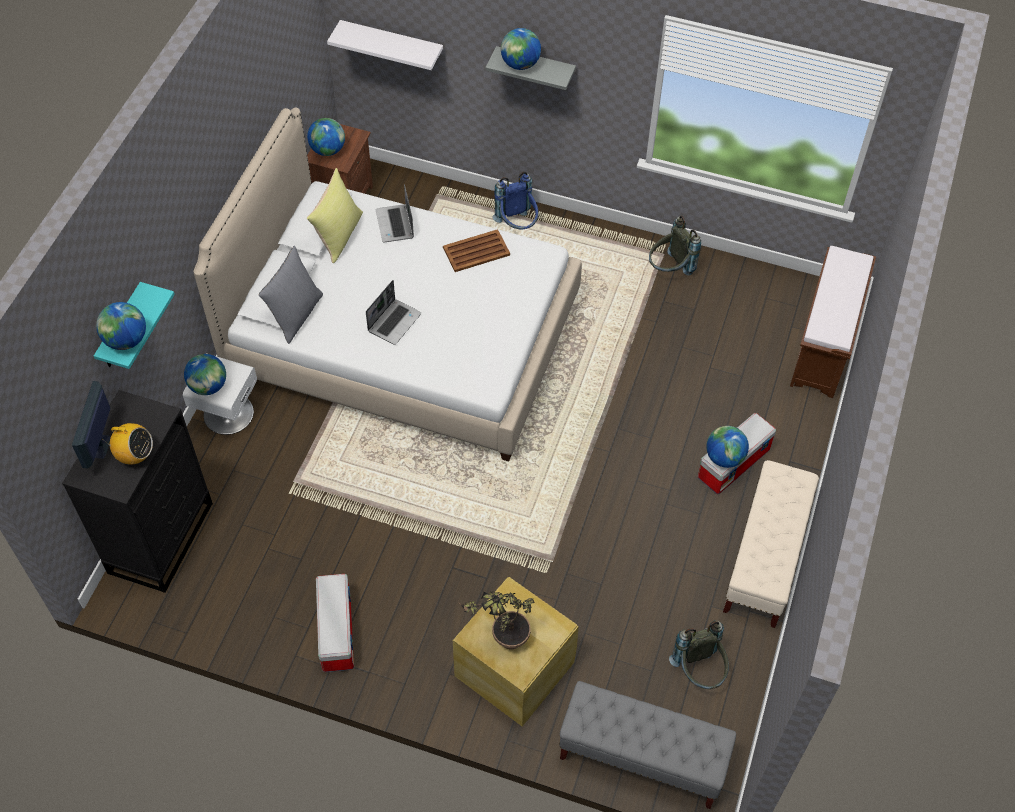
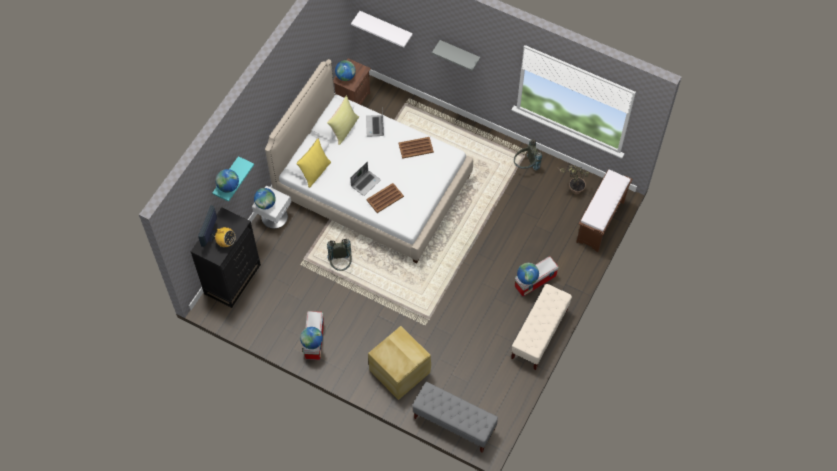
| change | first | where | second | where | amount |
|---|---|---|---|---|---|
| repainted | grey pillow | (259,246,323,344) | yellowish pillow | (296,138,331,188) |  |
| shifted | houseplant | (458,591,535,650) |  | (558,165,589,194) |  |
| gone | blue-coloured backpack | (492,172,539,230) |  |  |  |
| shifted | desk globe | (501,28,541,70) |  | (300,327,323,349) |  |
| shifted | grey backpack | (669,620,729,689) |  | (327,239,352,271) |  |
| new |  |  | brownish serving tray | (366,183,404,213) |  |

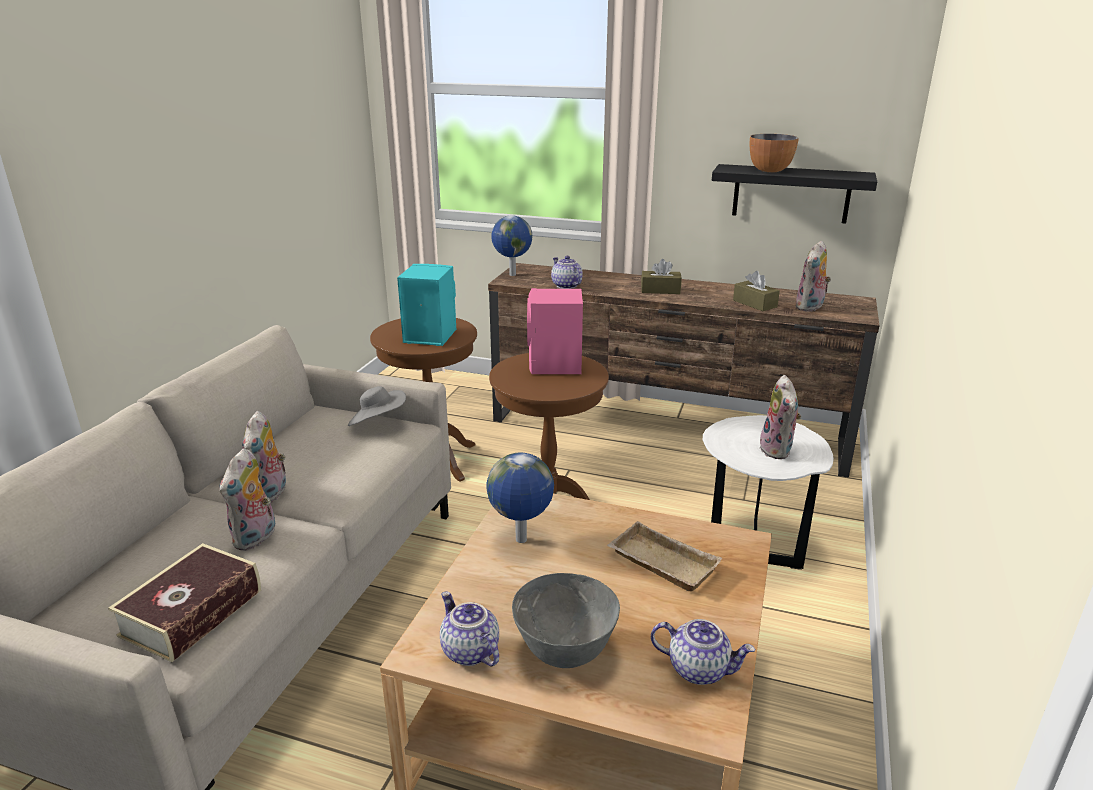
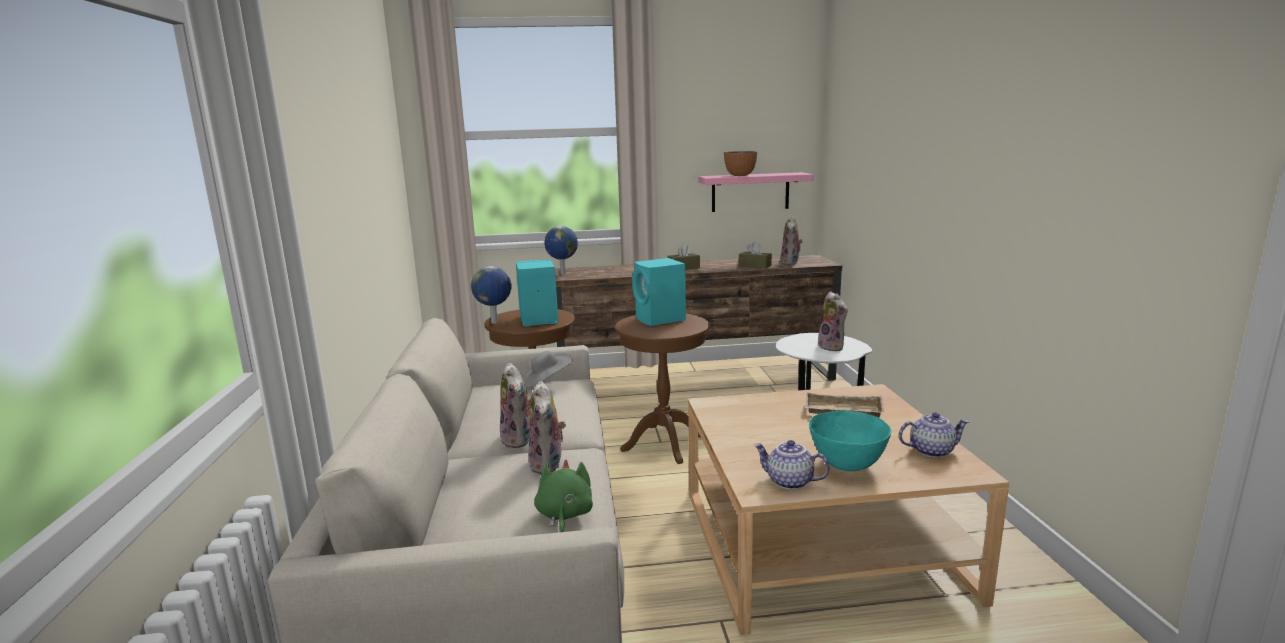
| change | first | where | second | where | amount |
|---|---|---|---|---|---|
| swapped | volume | (108,543,261,662) | green-coloured soft toy | (534,460,593,532) |  |
| shifted | desk globe | (486,452,554,543) |  | (471,266,511,324) |  |
| repainted | grey bowl | (512,573,620,668) | turquoise-coloured bowl | (809,411,891,471) |  |
| repainted | pink-coloured audio speaker | (527,288,583,374) | turquoise-coloured audio speaker | (632,258,686,326) |  |
| gone | teapot | (551,256,583,289) |  |  |  |
| repainted | blackish bracket shelf | (712,164,877,224) | pink-coloured bracket shelf | (699,172,814,212) |  |

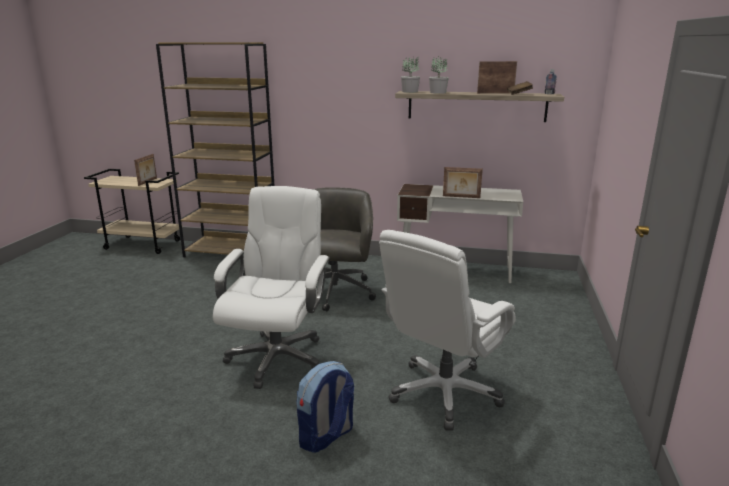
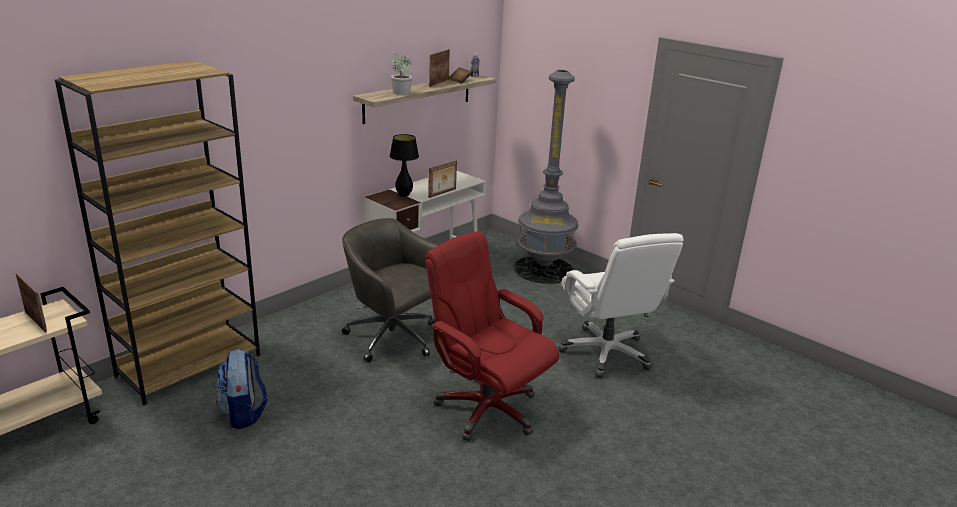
| change | first | where | second | where | amount |
|---|---|---|---|---|---|
| repainted | white-coloured office chair | (213,186,330,389) | reddish office chair | (426,231,559,441) |  |
| shifted | backpack | (296,361,354,453) |  | (216,349,268,429) |  |
| gone | houseplant | (401,57,420,93) |  |  |  |
| new |  |  | blackish table lamp | (390,134,419,197) |  |
| new |  |  | grey floor lamp | (514,70,579,284) |  |

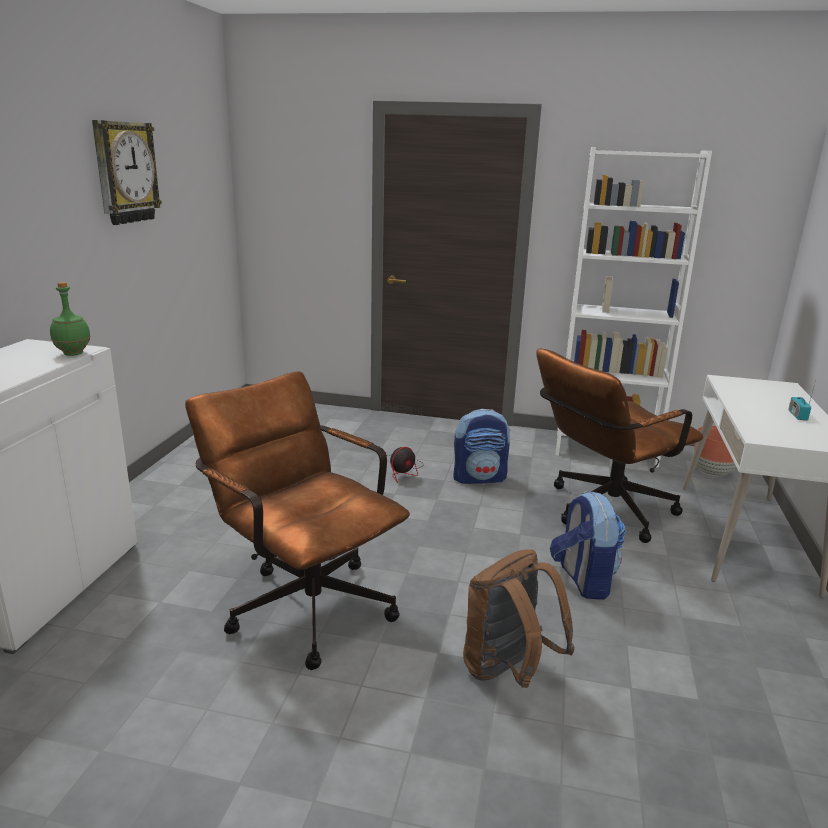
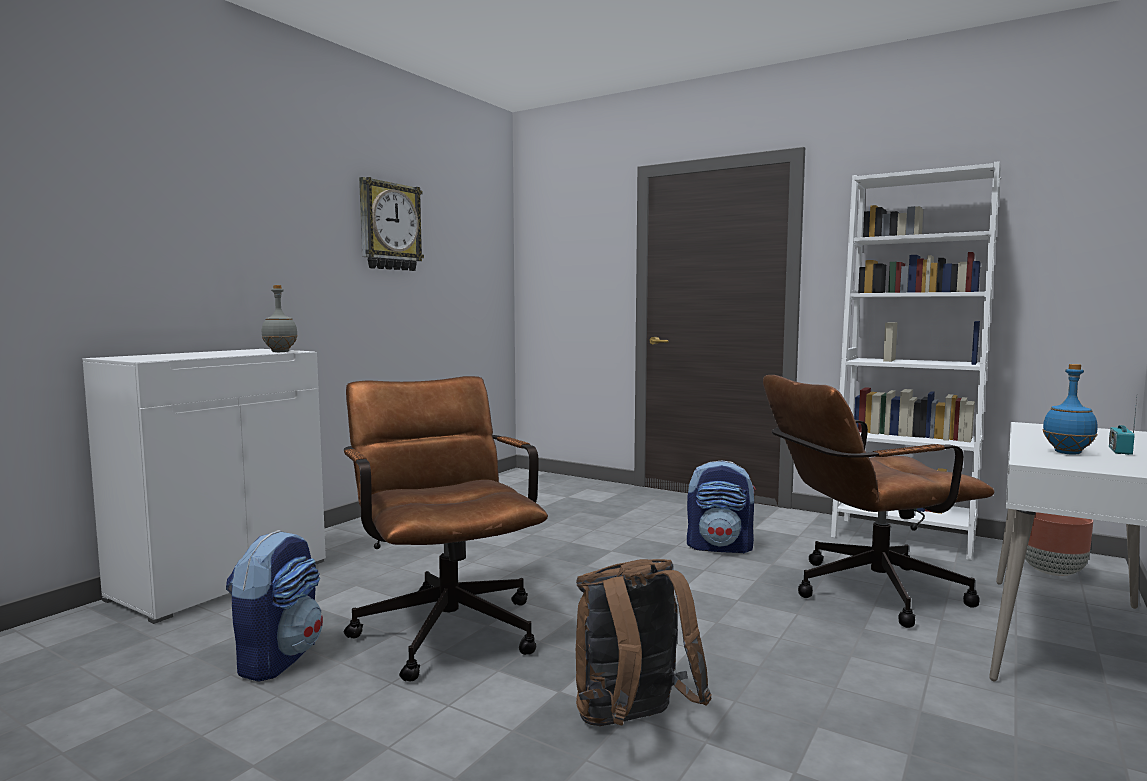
| change | first | where | second | where | amount |
|---|---|---|---|---|---|
| repainted | green-coloured bottle | (50,282,91,356) | grey bottle | (261,285,298,352) |  |
| gone | cooling fan | (387,447,424,483) |  |  |  |
| shifted | backpack | (550,491,626,600) |  | (226,530,323,682) |  |
| new |  |  | blue-coloured bottle | (1042,364,1098,454) |  |

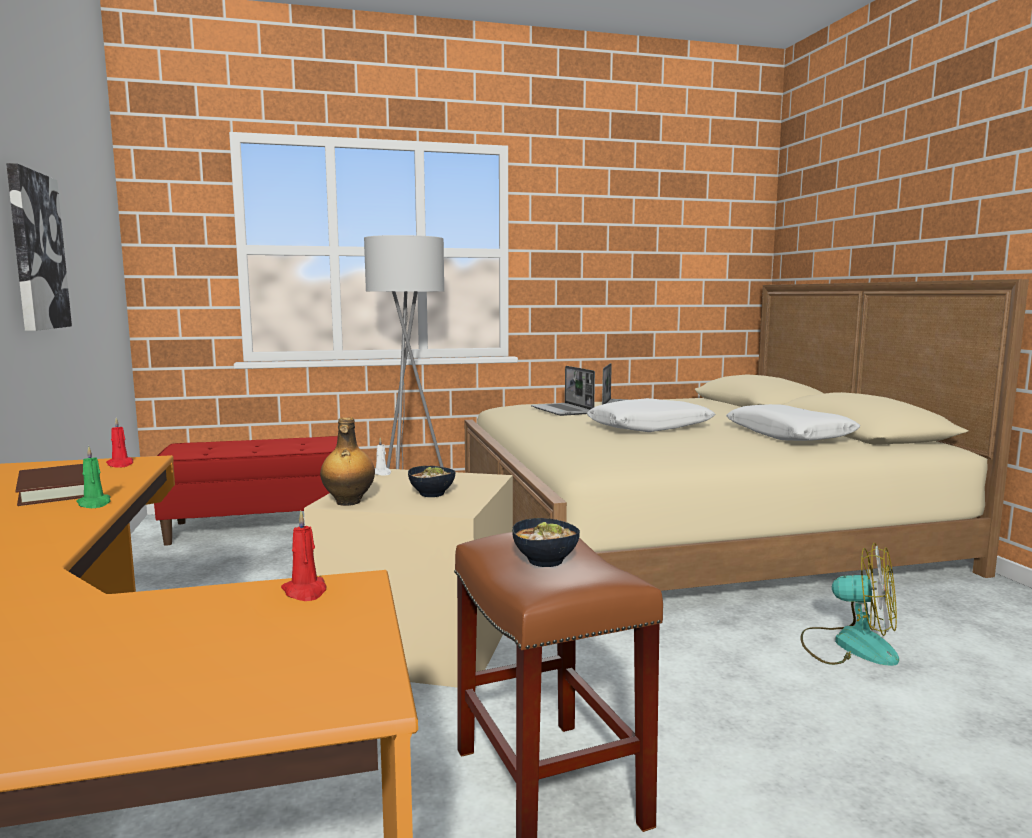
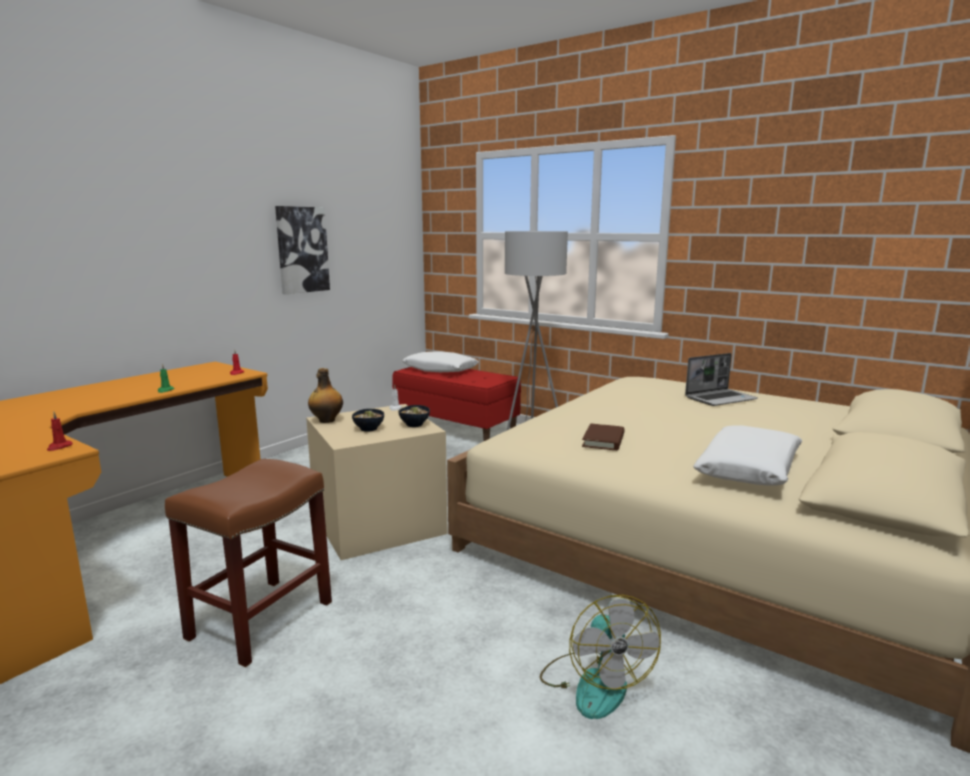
| change | first | where | second | where | amount |
|---|---|---|---|---|---|
| shifted | brownish volume | (16,464,84,506) |  | (582,423,625,450) |  |
| shifted | bowl | (512,518,580,567) |  | (398,405,430,427) |  |
| gone | notebook computer | (531,366,595,416) |  |  |  |
| shifted | white-coloured pillow | (586,398,715,432) |  | (402,351,479,372) |  |

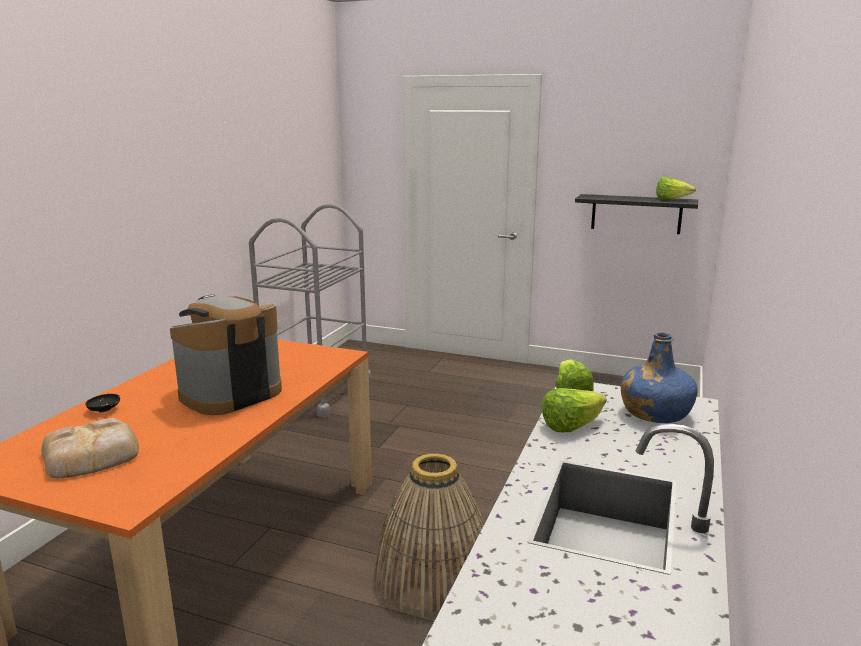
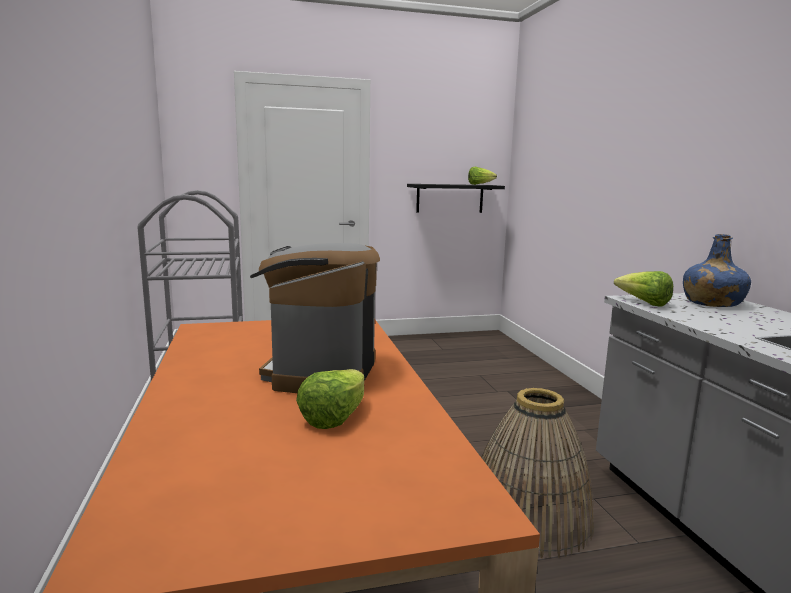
| change | first | where | second | where | amount |
|---|---|---|---|---|---|
| gone | baked bread | (41,418,139,478) |  |  |  |
| gone | blackish bowl | (85,394,120,412) |  |  |  |
| shifted | lettuce | (542,388,607,432) |  | (296,369,364,429) |  |

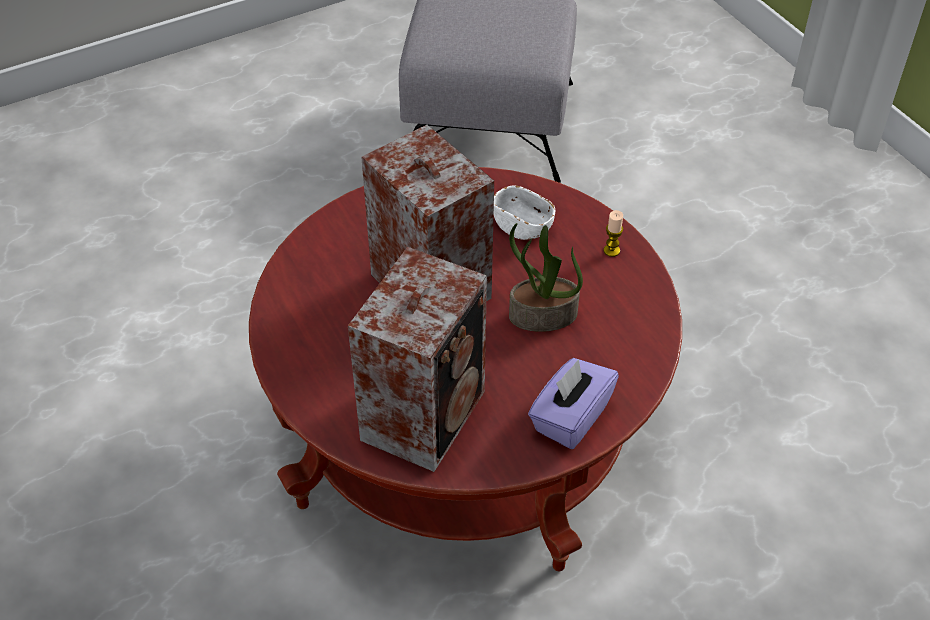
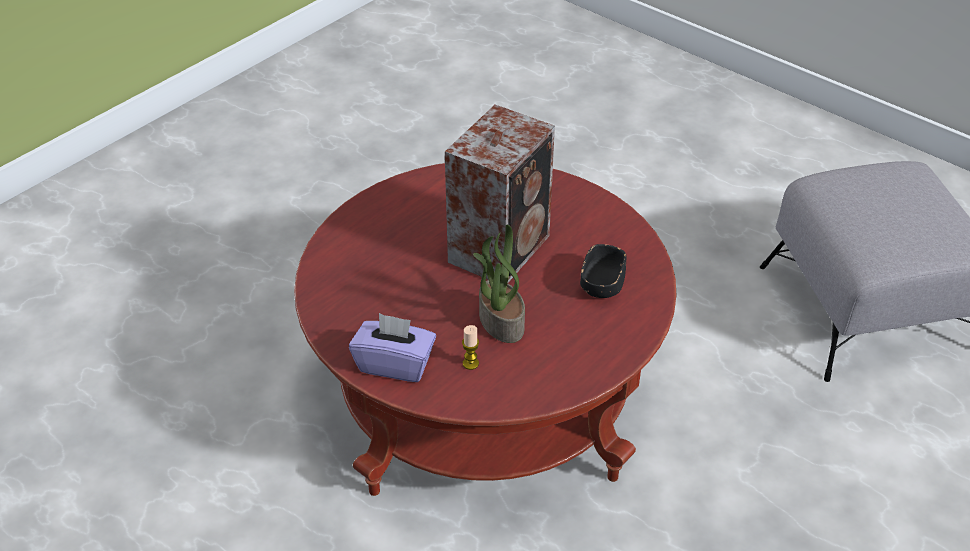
| change | first | where | second | where | amount |
|---|---|---|---|---|---|
| gone | audio speaker | (348,247,487,472) |  |  |  |
| repainted | white-coloured bowl | (494,185,555,240) | blackish bowl | (580,244,627,298) |  |
| shifted | wax light | (604,210,623,257) |  | (462,325,479,370) |  |

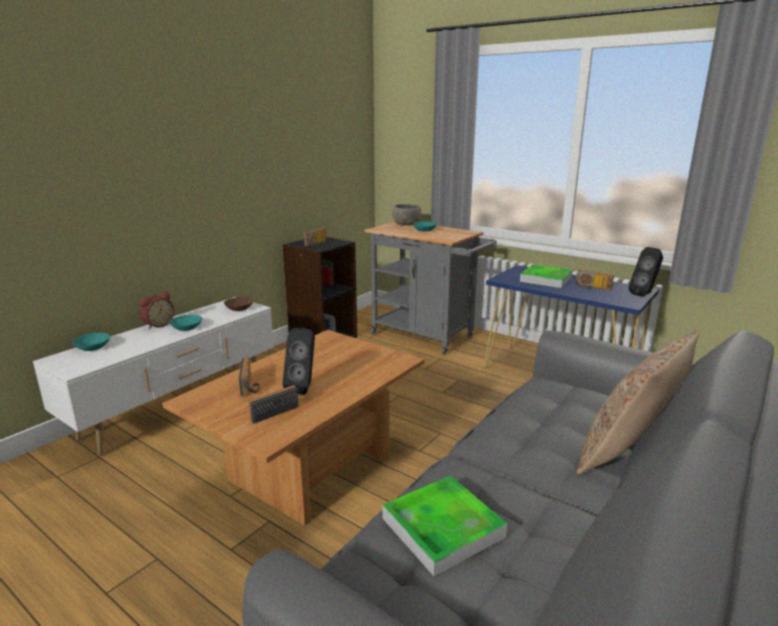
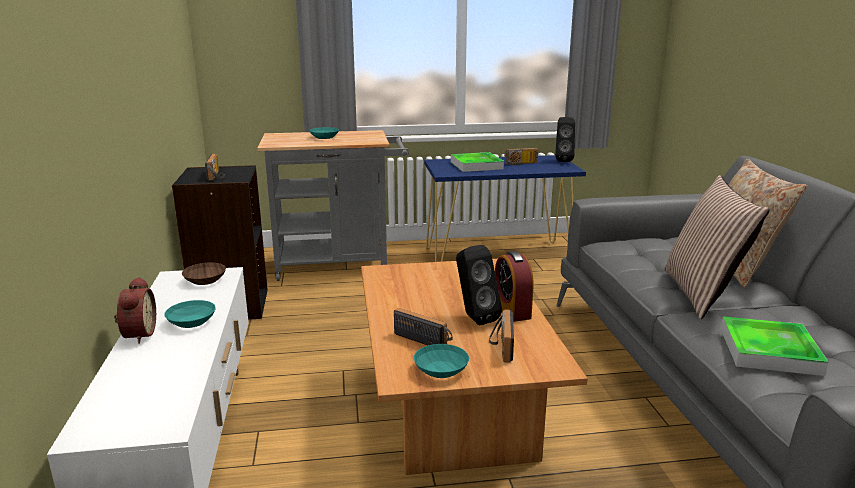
| change | first | where | second | where | amount |
|---|---|---|---|---|---|
| shifted | turquoise-coloured bowl | (72,333,110,351) |  | (414,344,469,378) |  |
| gone | grey bowl | (392,204,421,225) |  |  |  |
| new |  |  | table clock | (495,251,533,322) |  |
| new |  |  | pillow | (664,175,770,319) |  |

